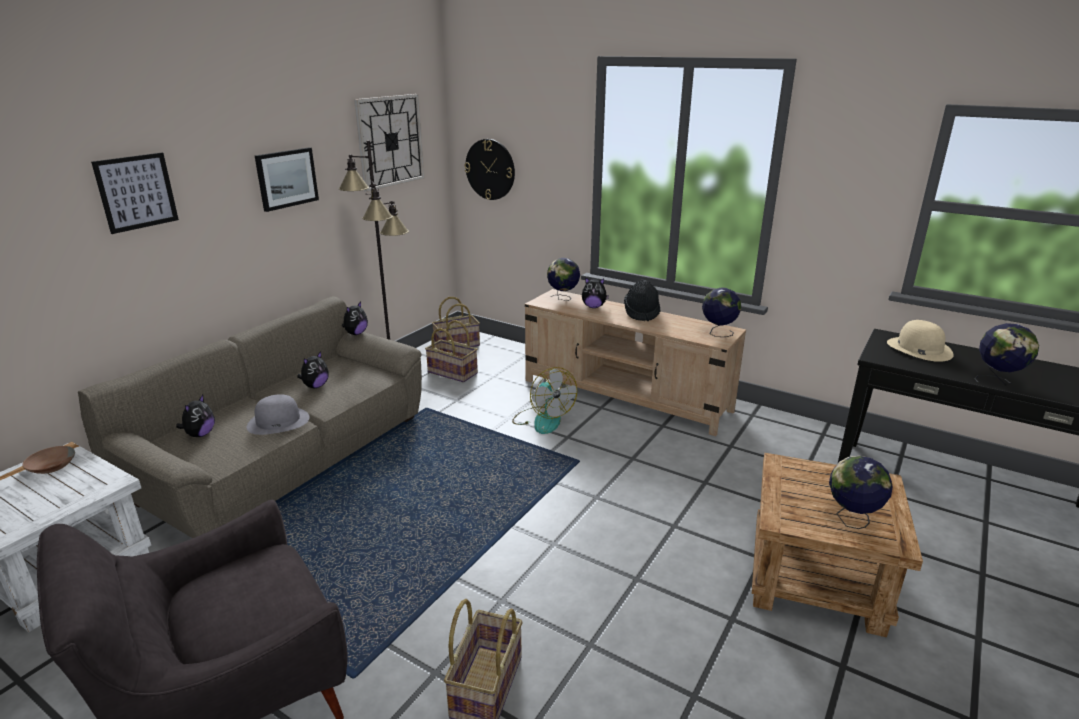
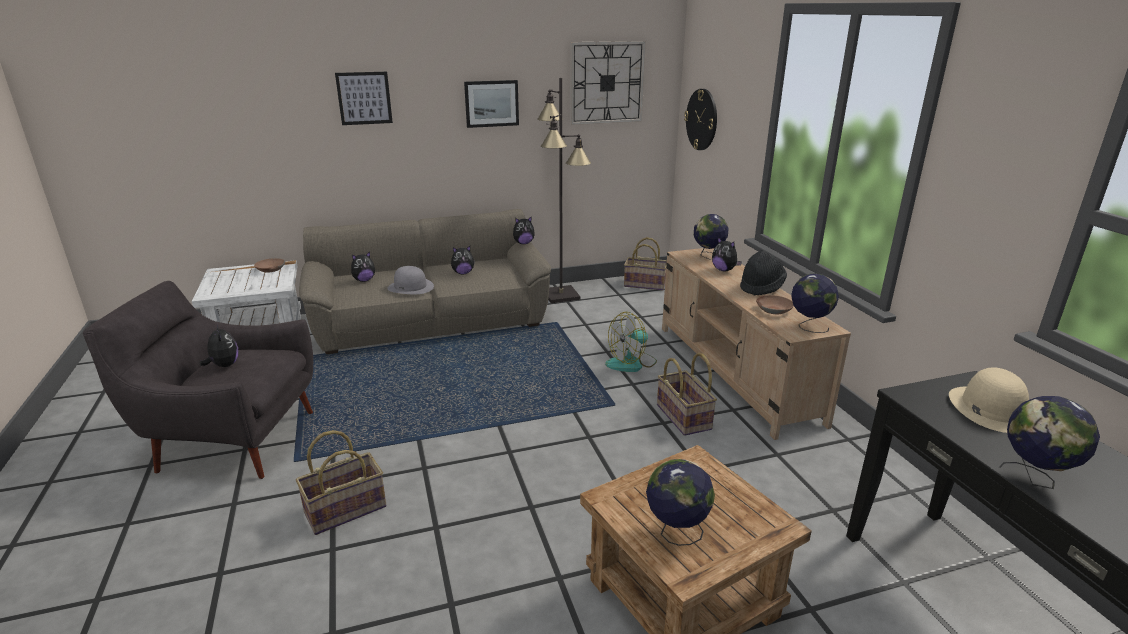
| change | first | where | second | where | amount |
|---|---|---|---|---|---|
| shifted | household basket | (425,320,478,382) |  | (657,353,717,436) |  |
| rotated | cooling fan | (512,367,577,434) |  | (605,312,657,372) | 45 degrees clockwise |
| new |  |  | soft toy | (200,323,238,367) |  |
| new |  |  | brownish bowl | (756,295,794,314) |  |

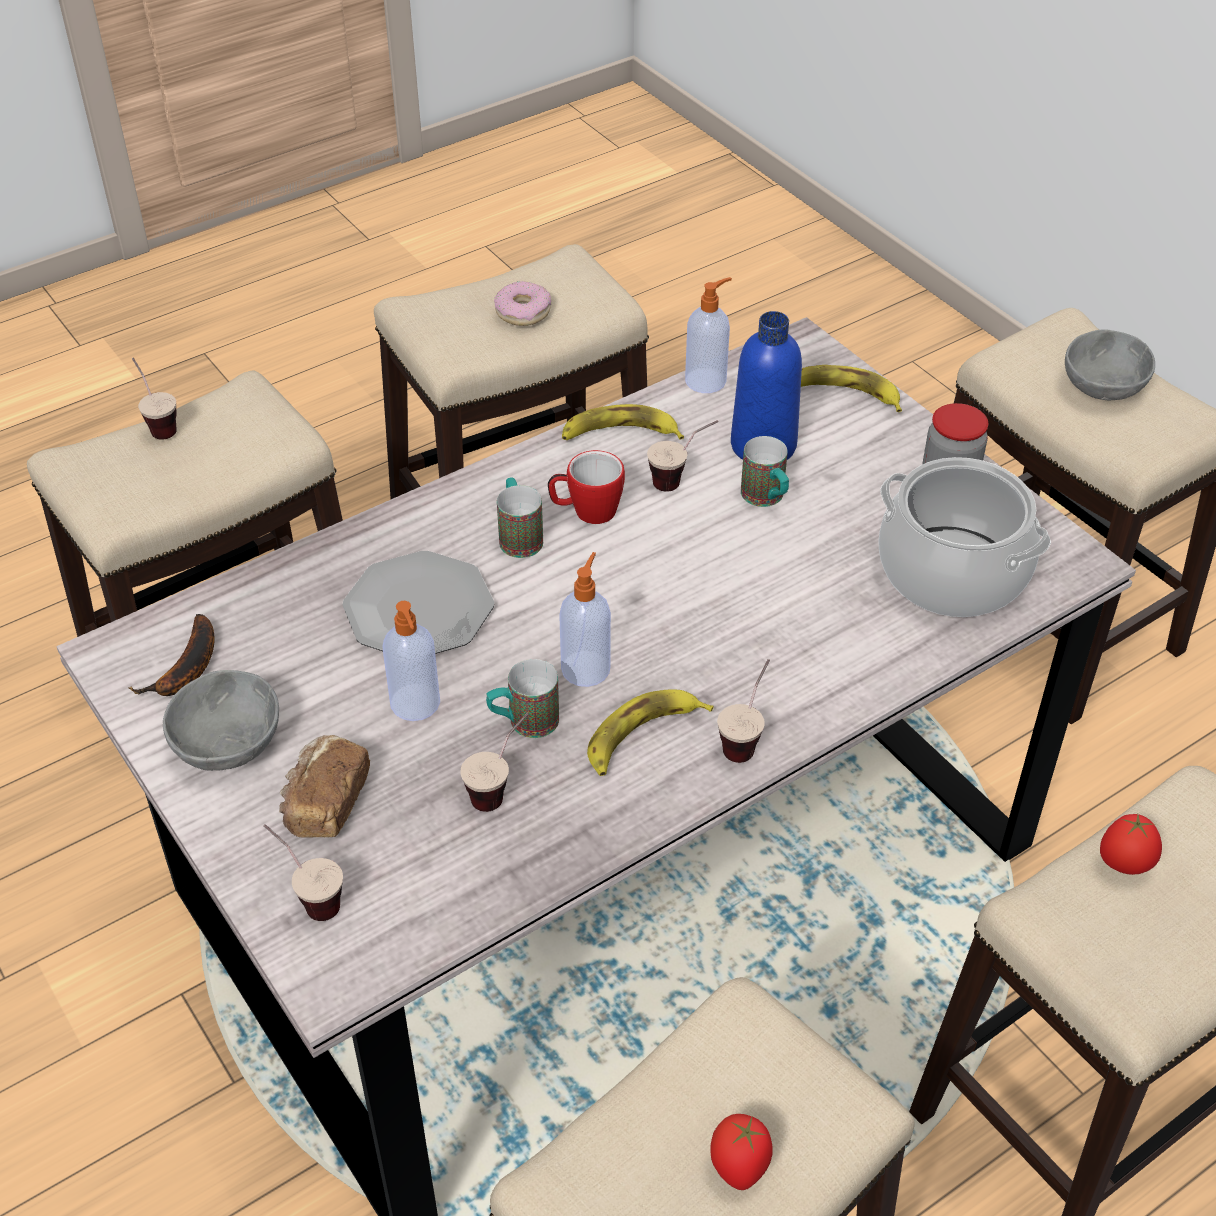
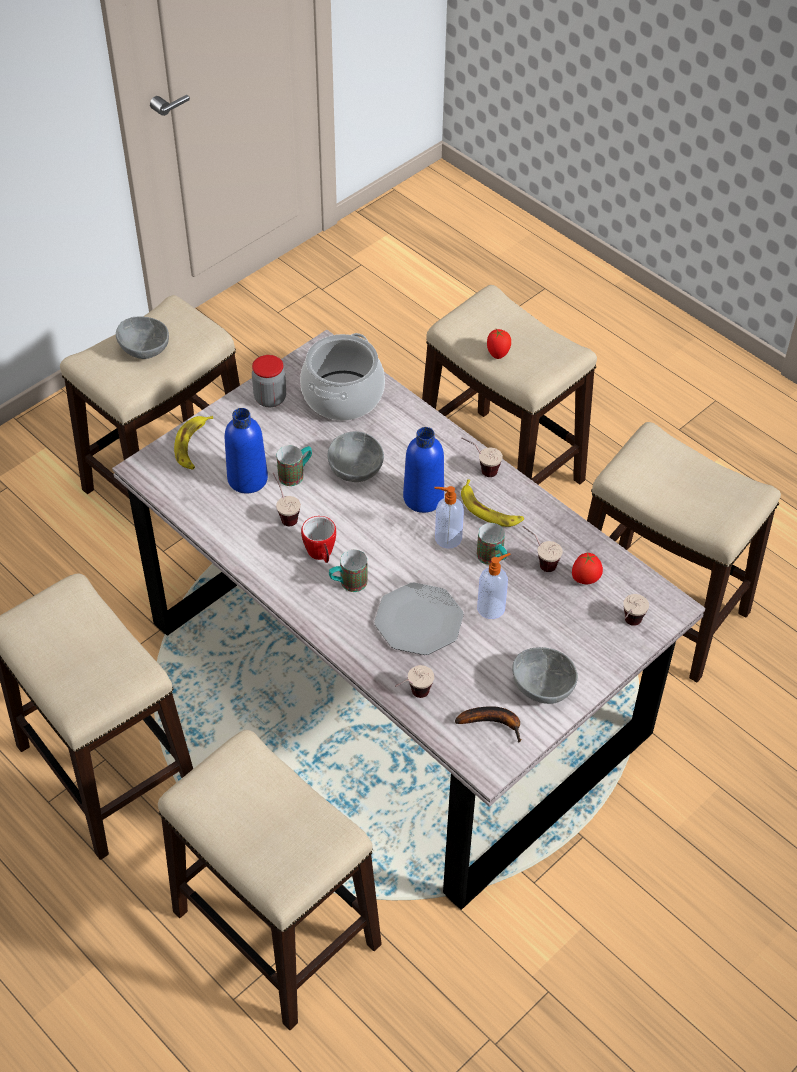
| change | first | where | second | where | amount |
|---|---|---|---|---|---|
| shifted | drinking cup | (132,358,177,440) |  | (395,665,434,698) |  |
| gone | baked bread | (279,735,370,837) |  |  |  |
| gone | ring doughnut | (494,281,551,326) |  |  |  |
| gone | whole banana | (562,404,684,440) |  |  |  |
| gone | soap bottle | (685,277,732,393) |  |  |  |
| shifted | whole tomato | (710,1114,773,1190) |  | (572,553,603,584) |  |
| new |  |  | grey bowl | (327,431,384,482) |  |
| new |  |  | blue-coloured bottle | (403,427,444,513) |  |

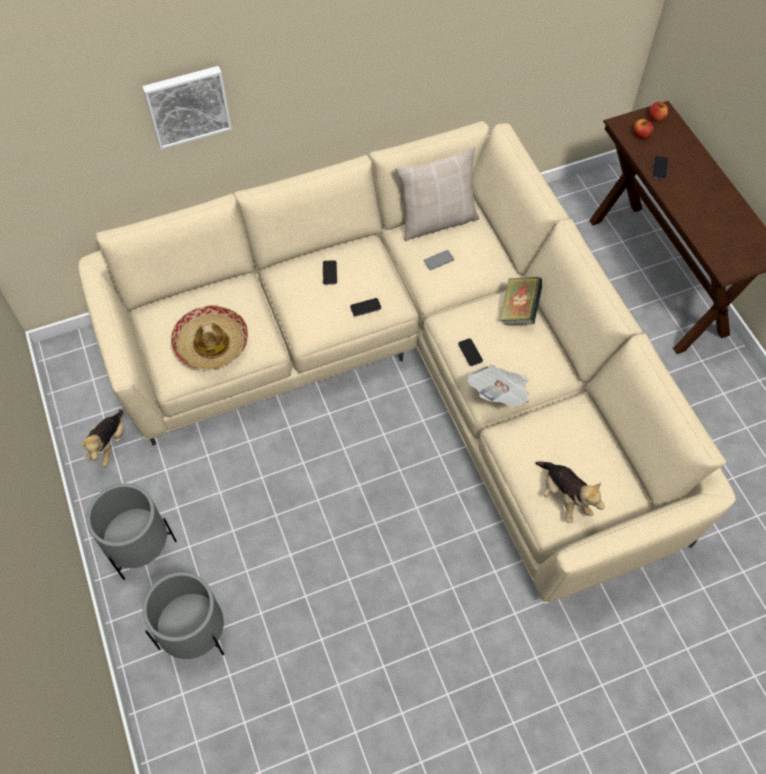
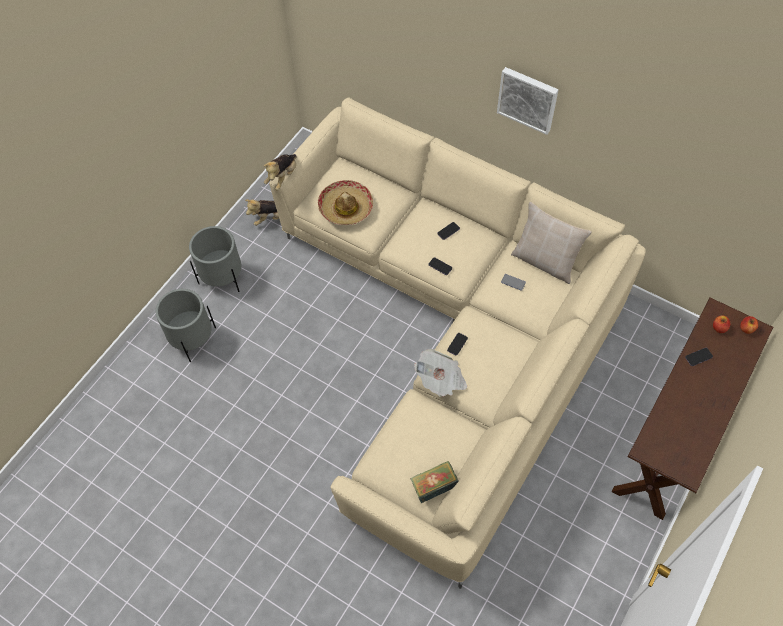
| change | first | where | second | where | amount |
|---|---|---|---|---|---|
| shifted | picture | (142,66,232,150) |  | (497,67,559,135) |  |
| shifted | volume | (500,277,542,325) |  | (410,461,459,504) |  |
| shifted | soft toy | (535,461,605,523) |  | (264,154,296,191) |  |

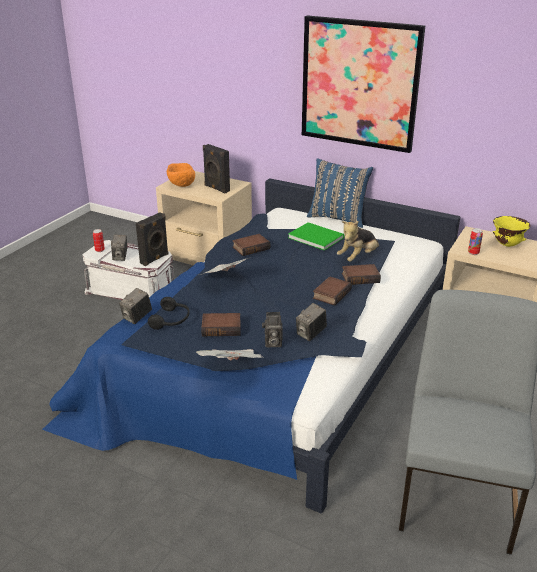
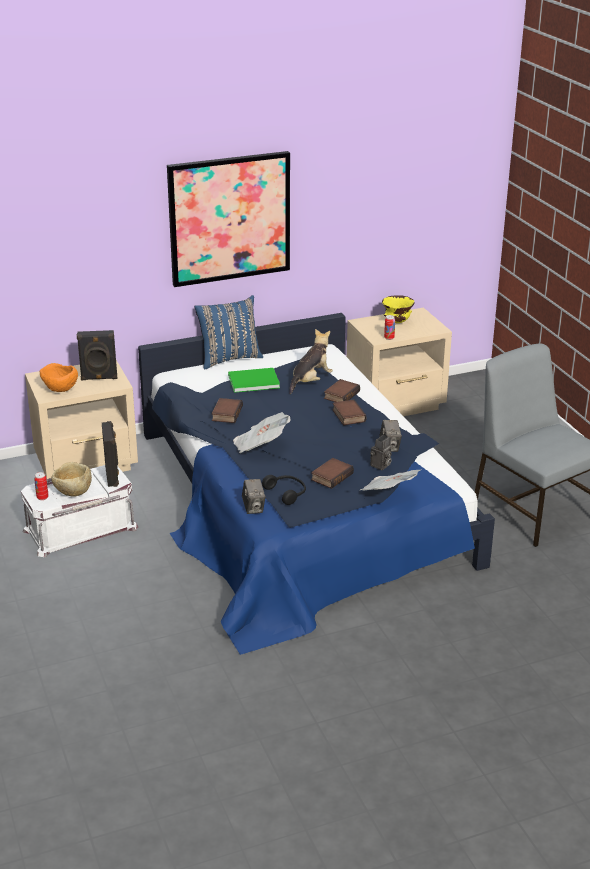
| change | first | where | second | where | amount |
|---|---|---|---|---|---|
| swapped | photo camera | (111,235,127,261) | beige bowl | (51,462,92,497) |  |
| rotated | soft toy | (337,221,379,262) |  | (289,329,333,394) | 135 degrees counterclockwise |

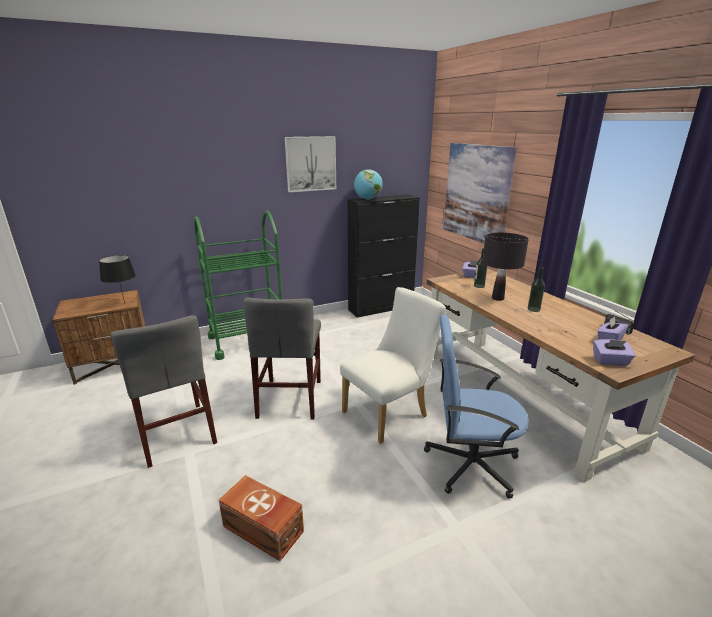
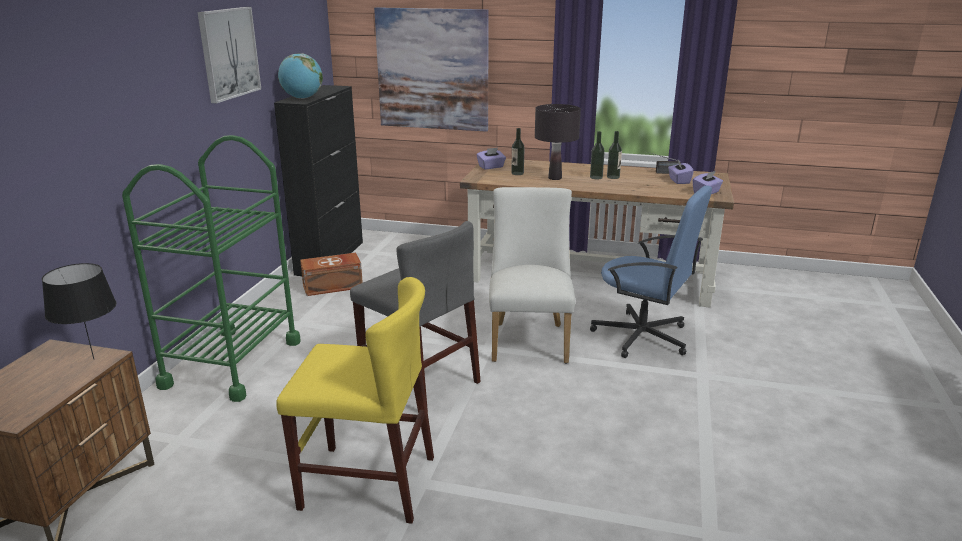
| change | first | where | second | where | amount |
|---|---|---|---|---|---|
| repainted | grey upright chair | (110,315,217,468) | yellowish upright chair | (276,277,434,524) |  |
| shifted | brownish storage box | (219,475,304,561) |  | (300,253,363,296) |  |
| rotated | blue-coloured office chair | (424,315,529,499) |  | (590,185,712,358) | 105 degrees counterclockwise |
| new |  |  | bottle | (607,131,622,179) |  |

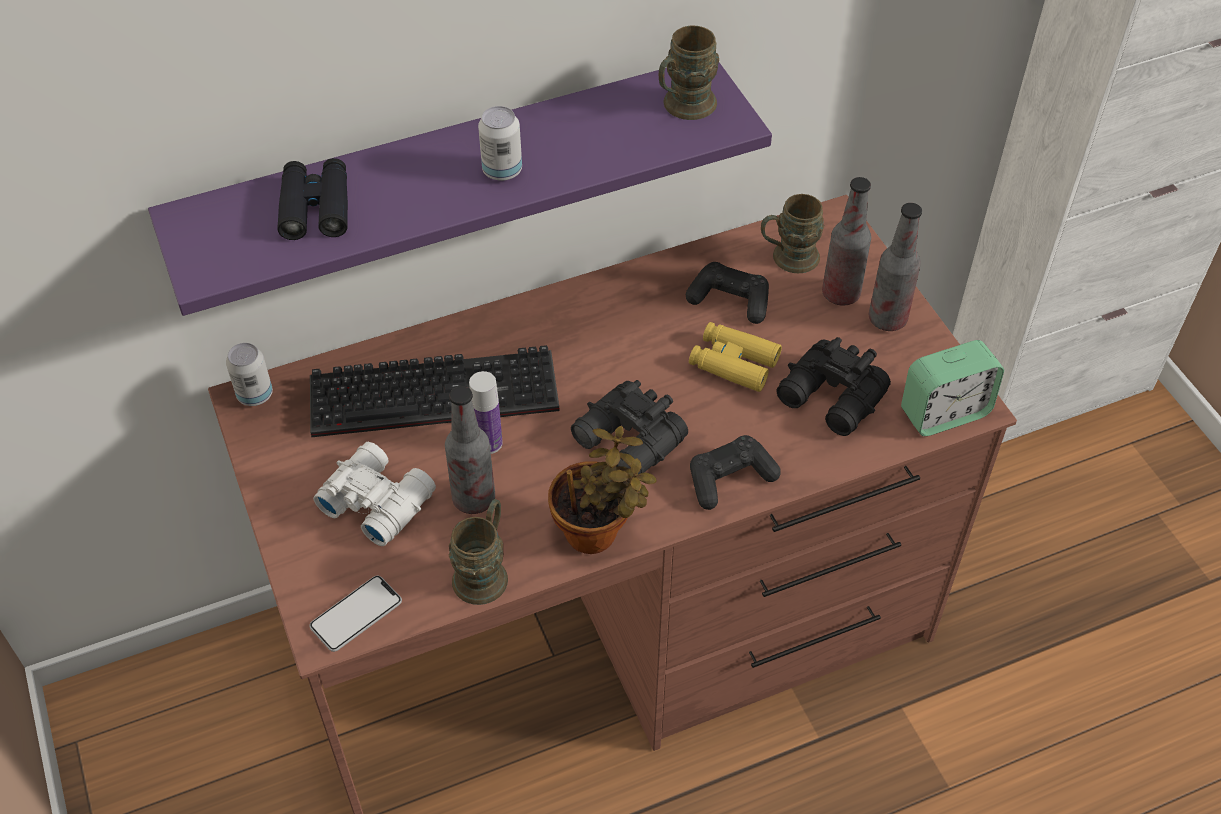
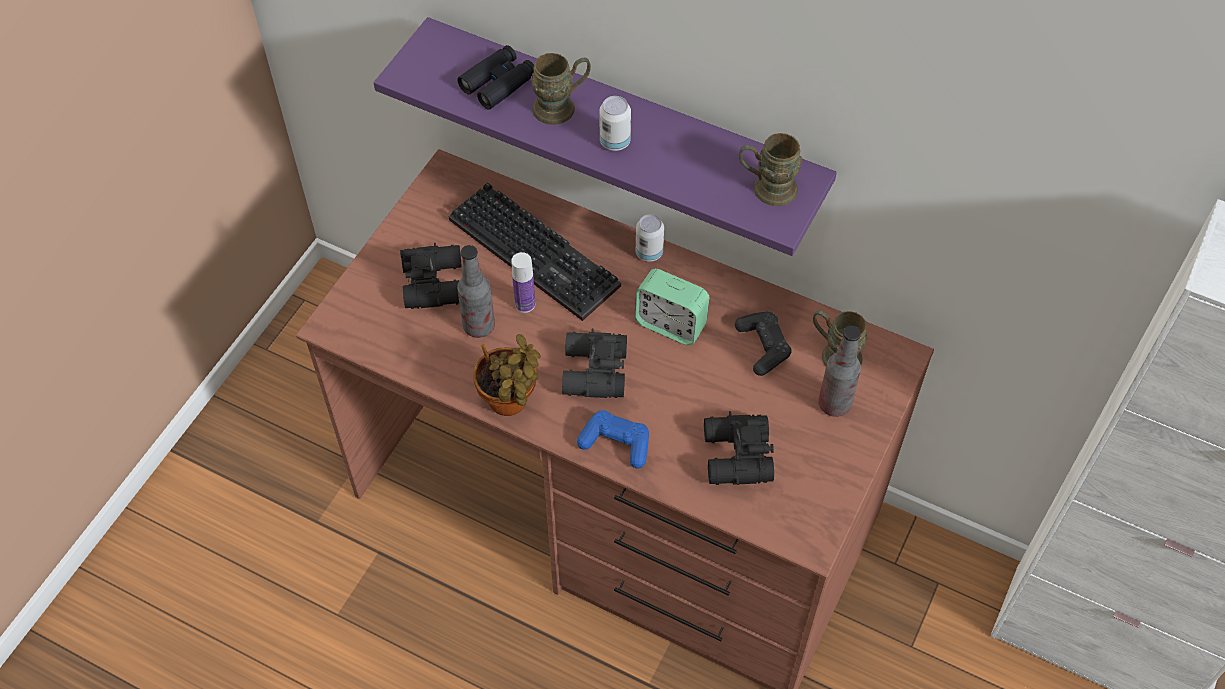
| change | first | where | second | where | amount |
|---|---|---|---|---|---|
| shifted | can | (226,343,273,406) |  | (636,214,664,262) |  |
| gone | telephone | (309,576,402,652) |  |  |  |
| repainted | white-coloured field glasses | (313,442,436,546) | blackish field glasses | (400,243,462,309) |  |
| shifted | brownish coffee mug | (448,499,508,605) |  | (531,53,591,125) |  |
| gone | yellowish field glasses | (689,322,782,392) |  |  |  |
| repainted | blackish game controller | (690,435,781,510) | blue-coloured game controller | (577,410,649,469) |  |
| gone | bottle | (869,203,922,331) |  |  |  |
| shifted | table clock | (901,340,1004,436) |  | (635,269,710,346) |  |

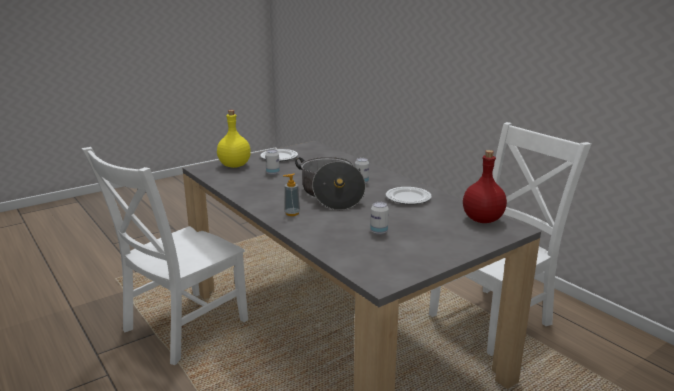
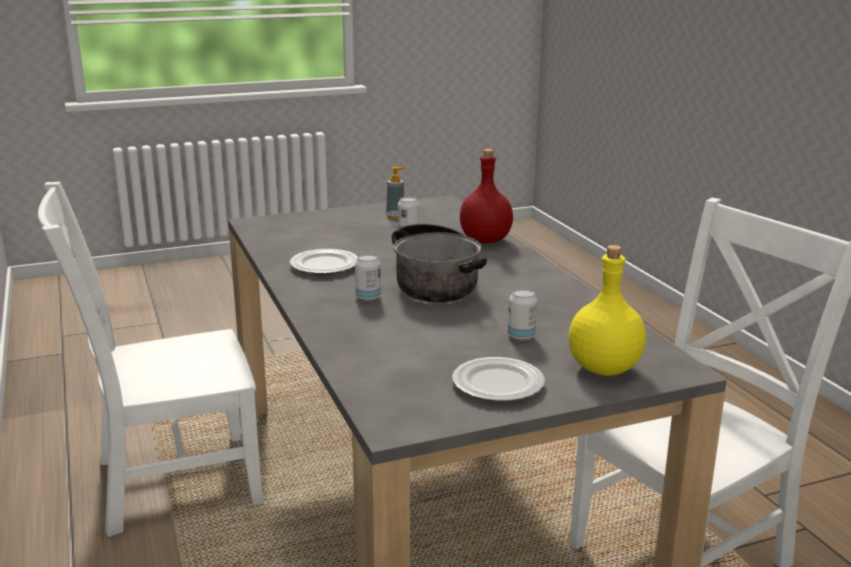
| change | first | where | second | where | amount |
|---|---|---|---|---|---|
| shifted | soap bottle | (283,174,300,216) |  | (386,167,406,219) |  |
| shifted | reddish bottle | (463,150,507,223) |  | (460,149,513,243) |  |

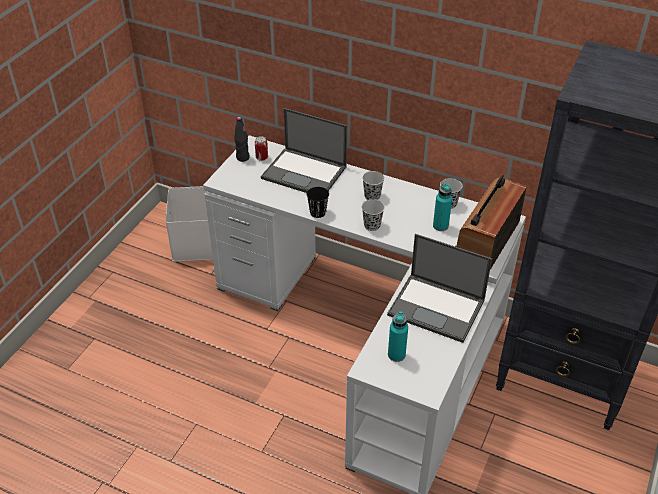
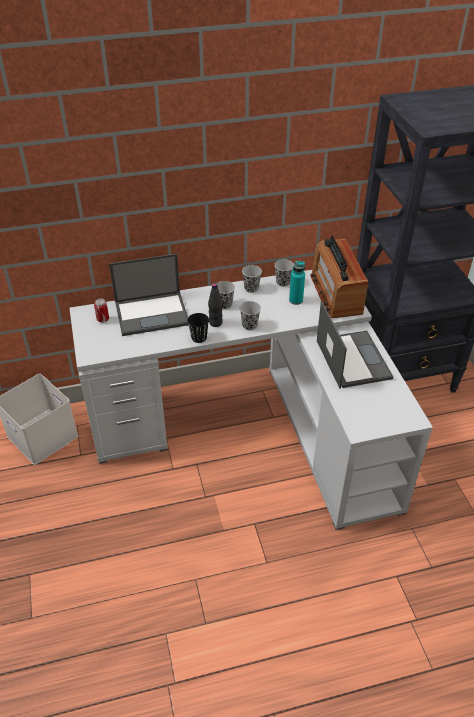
| change | first | where | second | where | amount |
|---|---|---|---|---|---|
| shifted | blackish bottle | (234,117,249,162) |  | (208,283,223,327) |  |
| rotated | notebook computer | (387,234,492,343) |  | (317,301,393,389) | 90 degrees counterclockwise |
| gone | turquoise-coloured bottle | (388,311,408,362) |  |  |  |
| new |  |  | blackish drinking cup | (242,265,262,293) |  |

